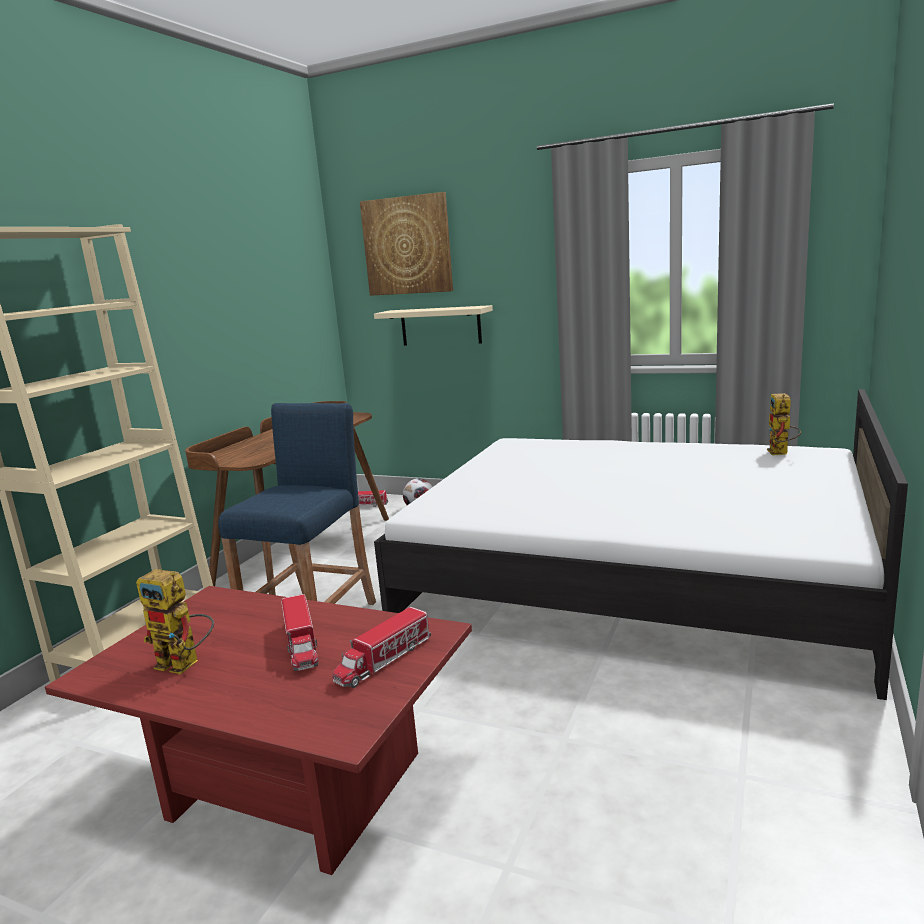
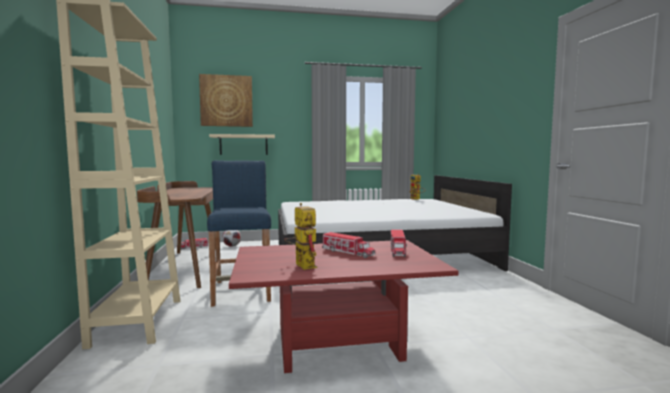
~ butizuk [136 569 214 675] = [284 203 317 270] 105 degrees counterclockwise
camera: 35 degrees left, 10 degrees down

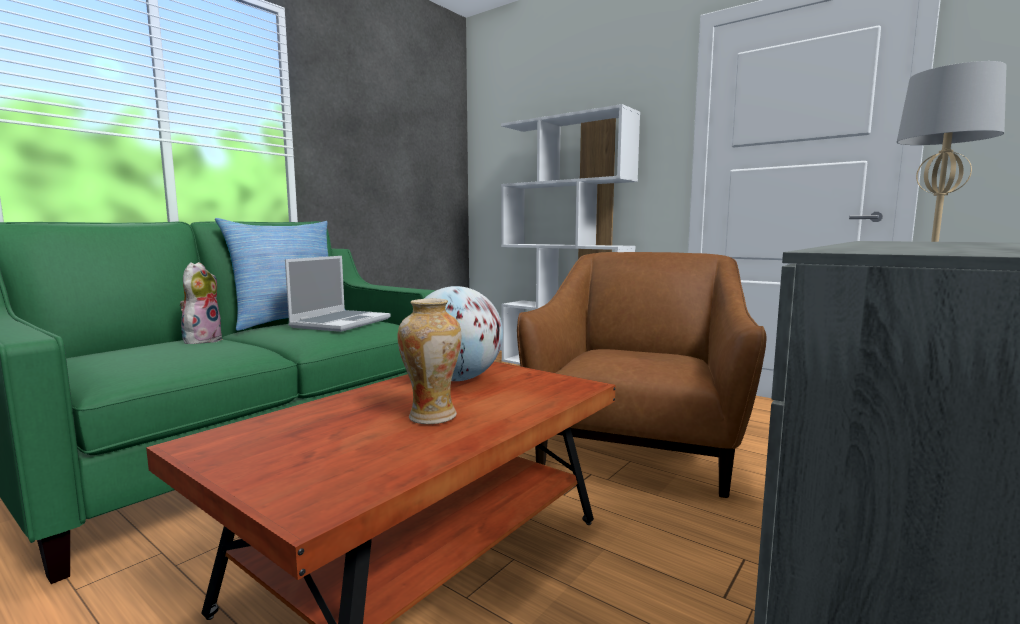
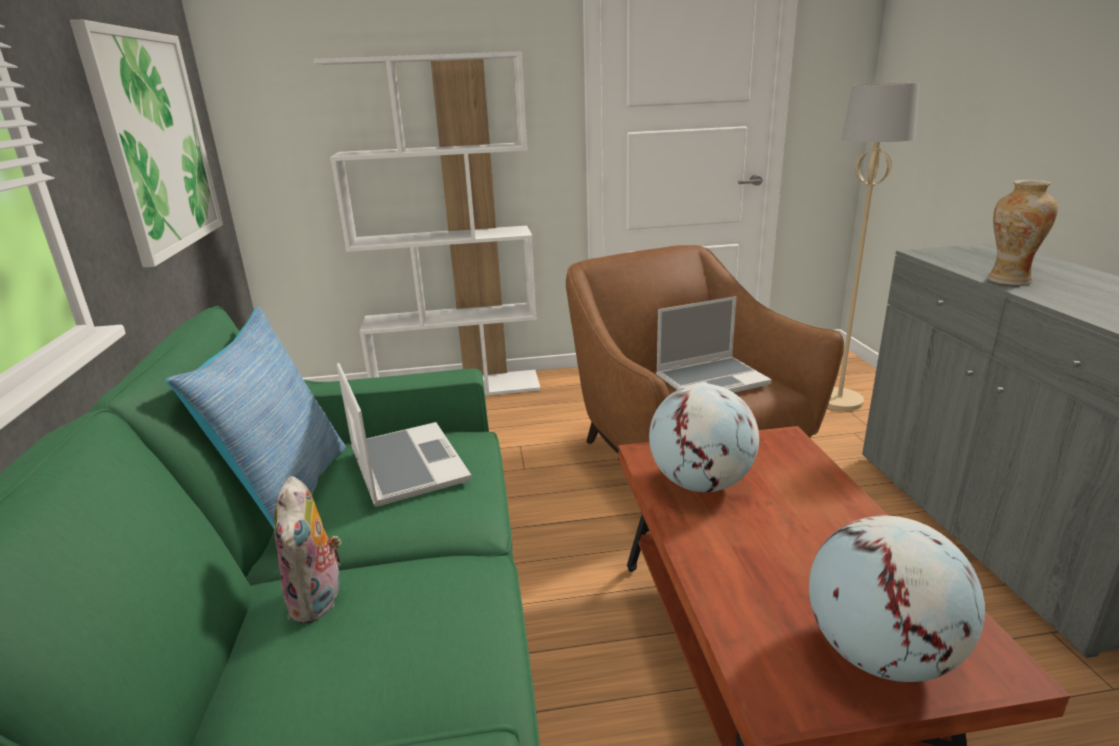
+ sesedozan [70 20 223 268]
+ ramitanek [656 296 772 393]
+ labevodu [809 516 985 682]
~ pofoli [397 298 461 424] to [988 180 1058 285]
~ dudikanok [180 262 223 344] = [274 476 345 624] 150 degrees counterclockwise
camera: 45 degrees left, 15 degrees up

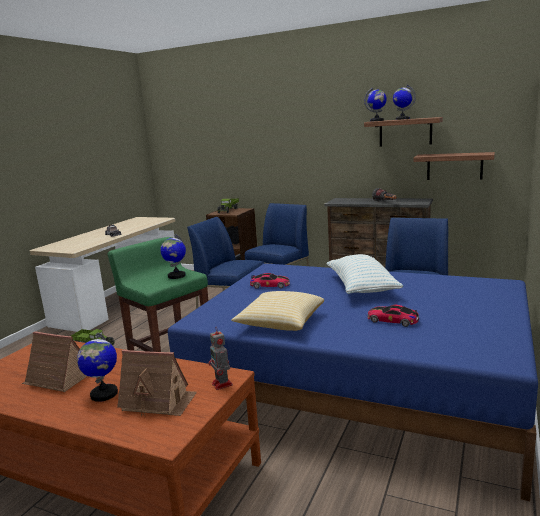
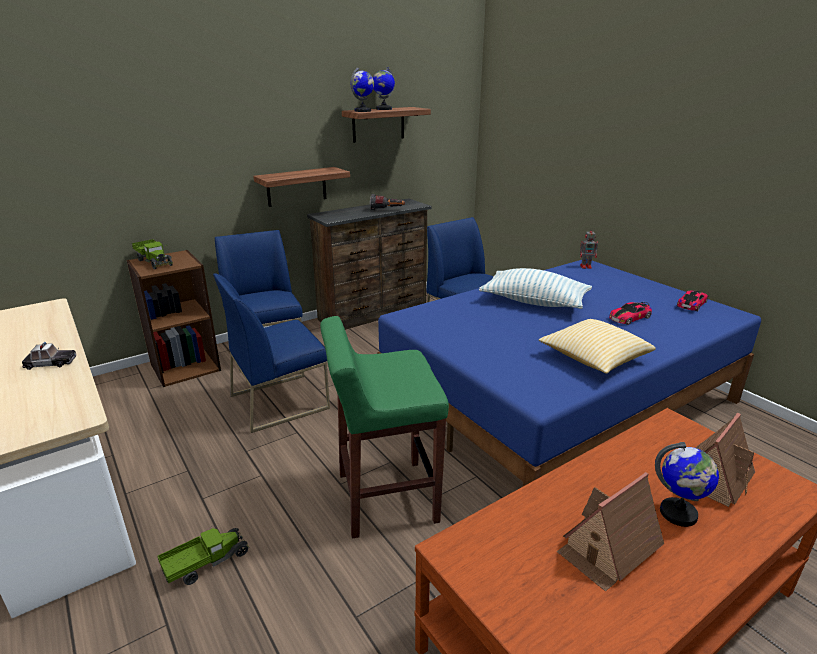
- labevodu [160 234 186 279]
~ butizuk [208 327 233 390] to [580 227 598 269]
~ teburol [250 273 290 289] to [677 290 708 311]
~ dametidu [414 152 495 180] to [253 167 350 207]
camera: 60 degrees left, 10 degrees up

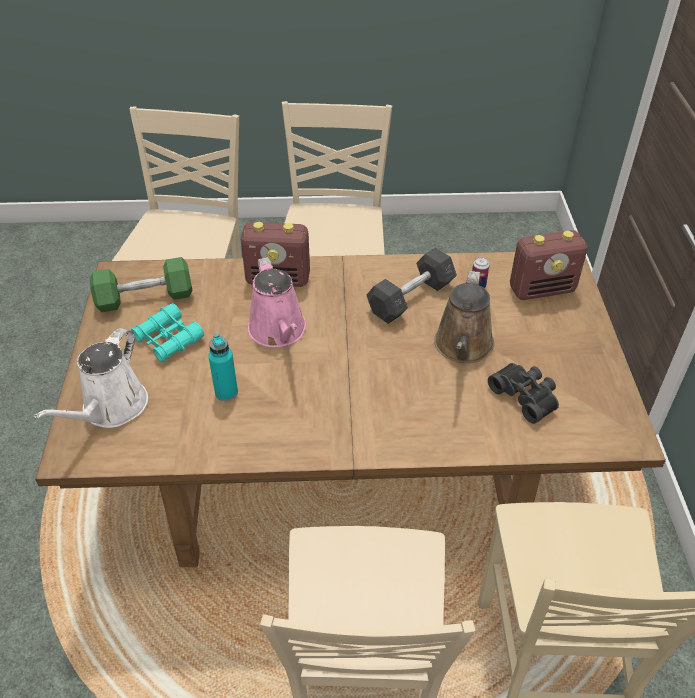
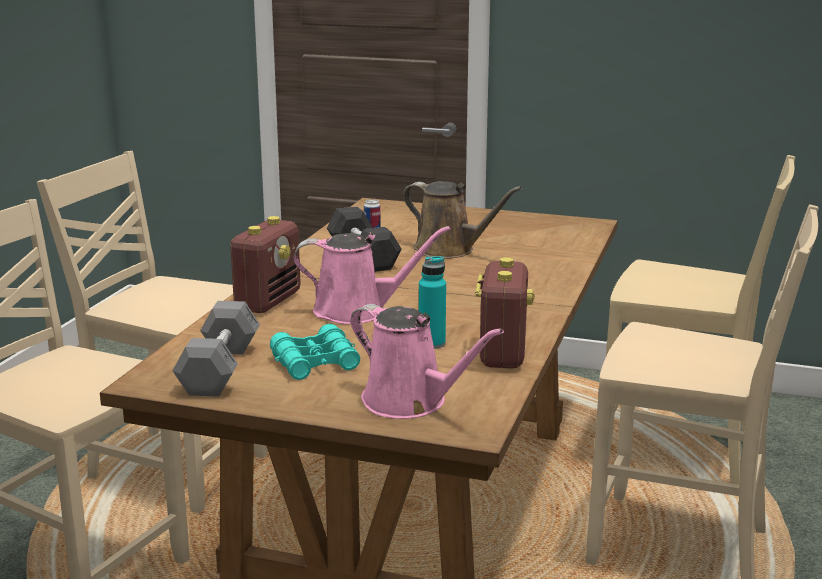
- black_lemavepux [488 363 559 424]
~ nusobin [510 230 587 300] to [475 257 535 369]
~ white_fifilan [34 328 148 428] to pink_fifilan [351 304 504 419]
~ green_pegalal [90 257 192 312] to grey_pegalal [172 301 260 397]
camera: 70 degrees left, 25 degrees down

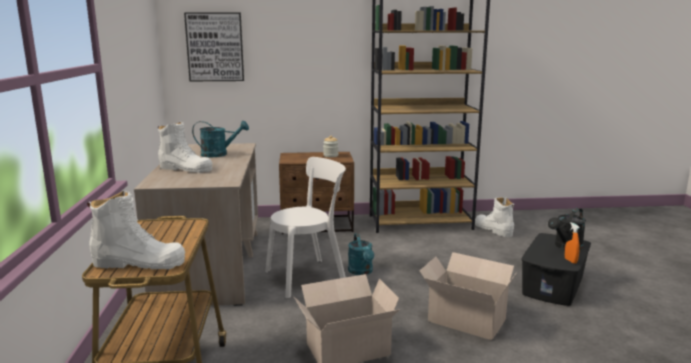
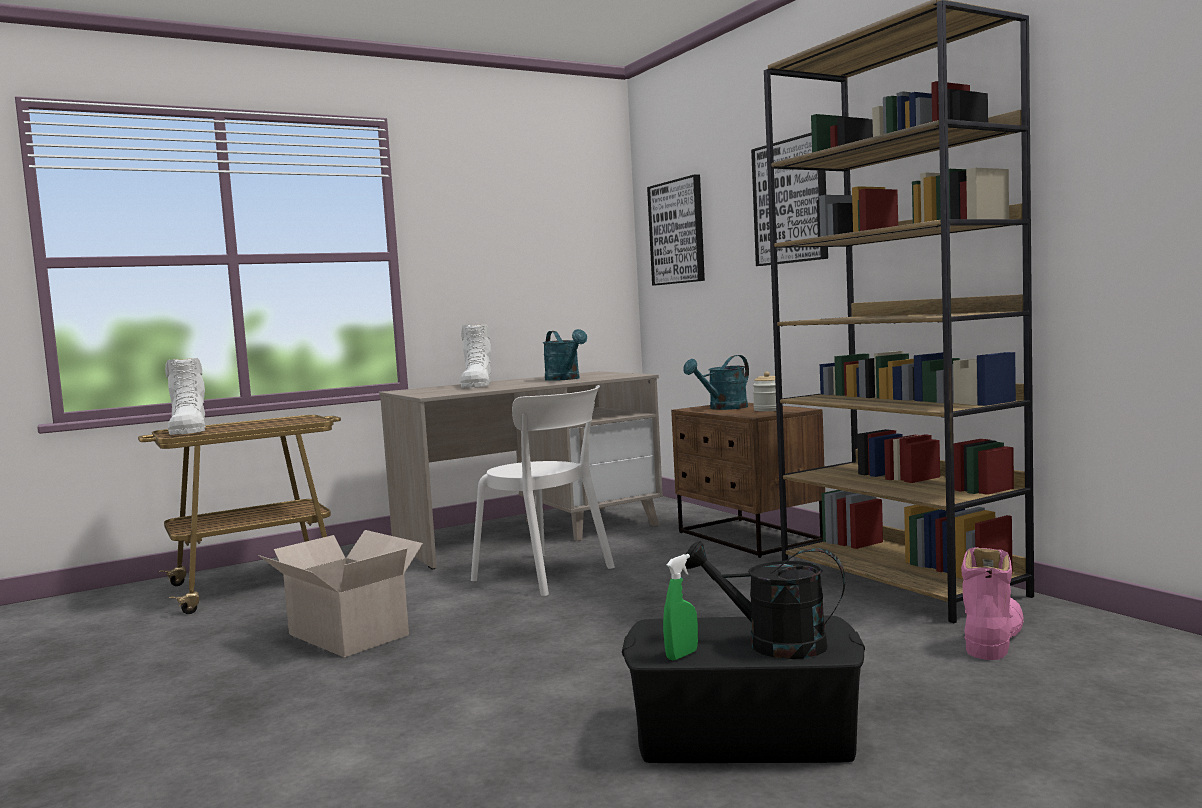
- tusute [420 252 517 340]
+ sesedozan [751 133 828 266]
~ turquoise_fifilan [348 233 374 275] to [683 355 749 410]
~ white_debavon [475 197 514 237] to pink_debavon [961 547 1024 660]
~ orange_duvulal [565 222 580 264] to green_duvulal [663 554 698 660]
camera: 65 degrees right, 10 degrees down

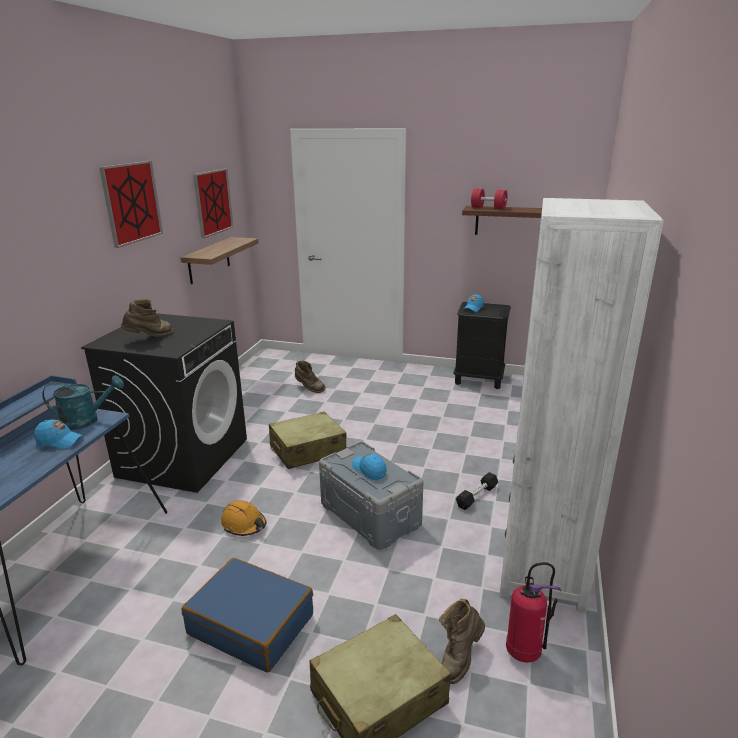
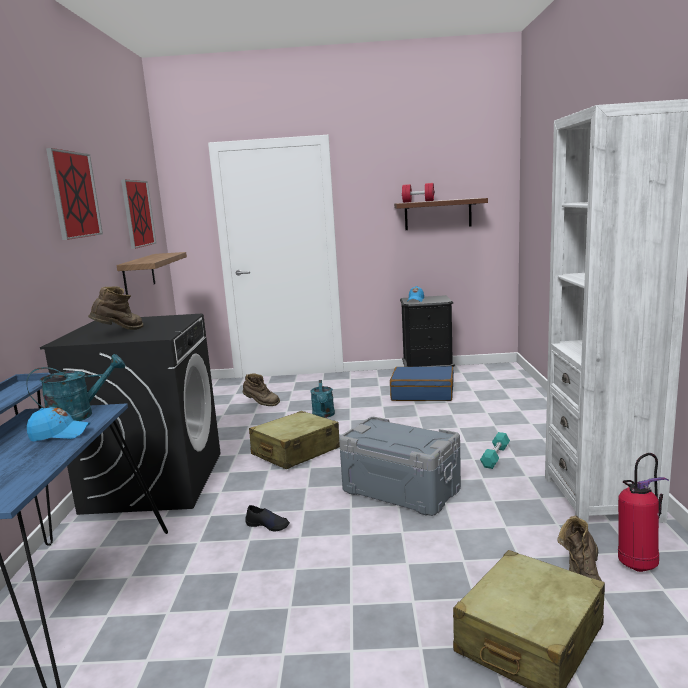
- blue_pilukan [352 453 387 480]
+ turquoise_fifilan [310 380 335 418]
~ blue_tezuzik [182 558 313 673] to [390 366 454 401]
~ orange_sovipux [221 500 266 536] to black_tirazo [245 505 290 531]
~ black_pegalal [456 472 498 510] to turquoise_pegalal [480 432 510 469]
camera: 15 degrees left, 10 degrees down

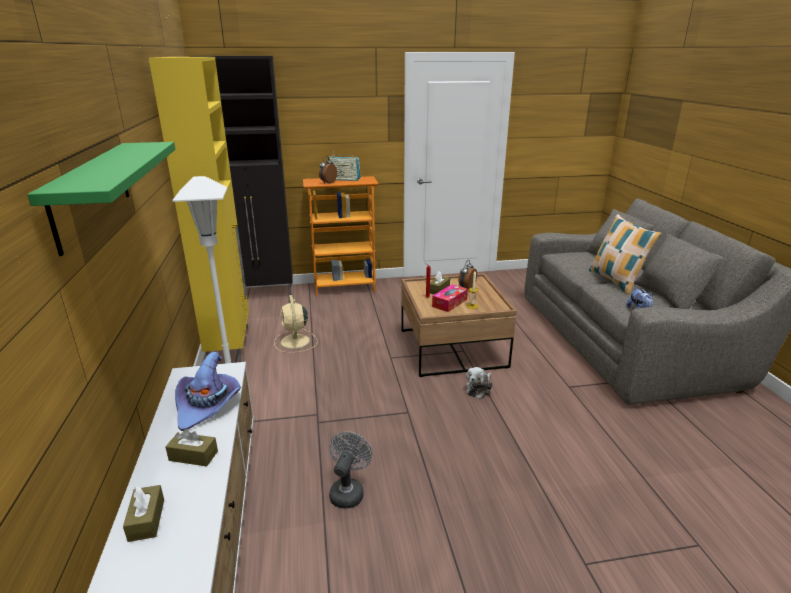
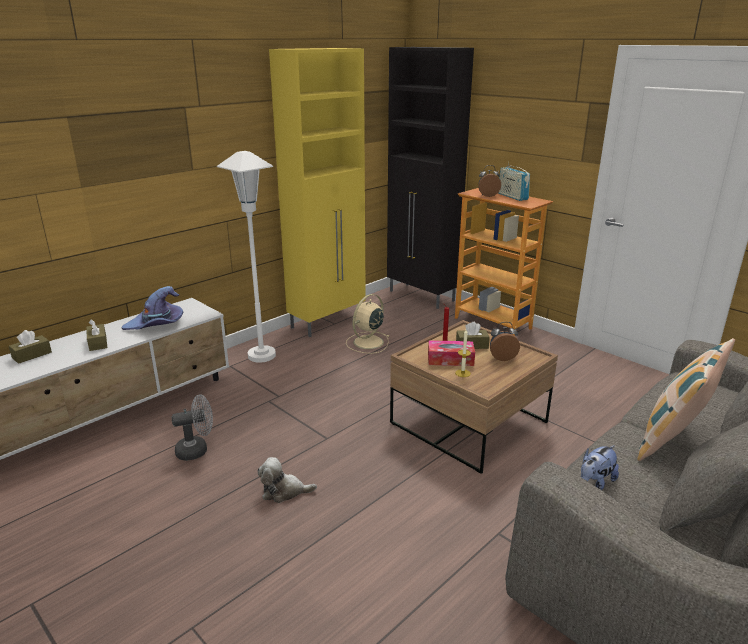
- green_dametidu [27 142 175 256]
~ dudikanok [466 367 492 399] to [258 457 317 503]
camera: 55 degrees right, 0 degrees up

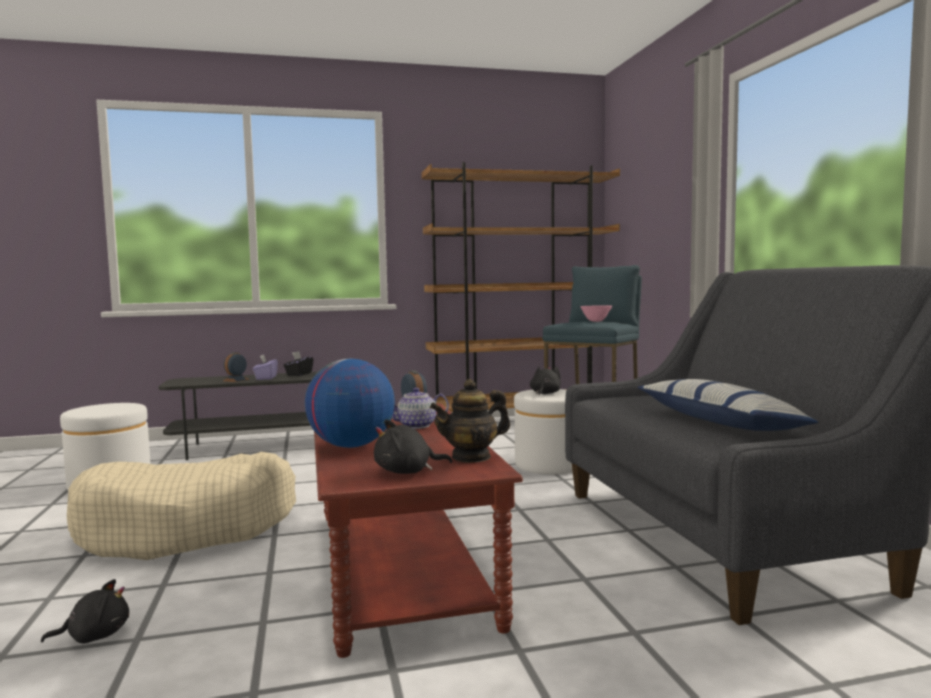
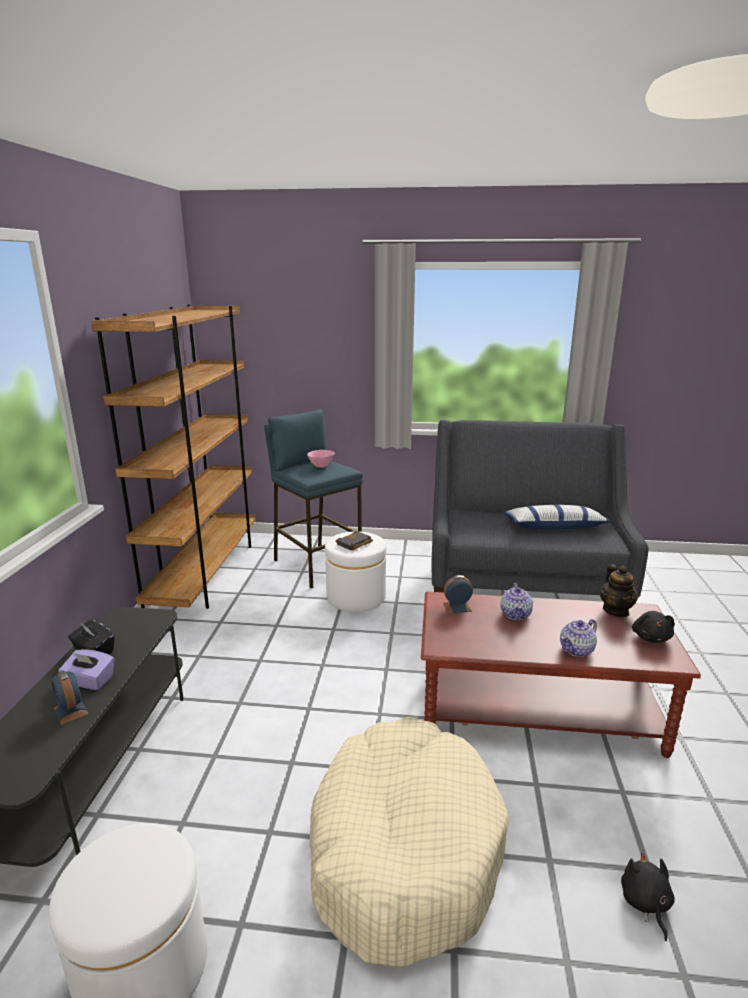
~ labevodu [305 359 395 448] to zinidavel [560 619 597 657]
~ black_dudikanok [530 366 561 396] to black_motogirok [336 531 373 551]
camera: 70 degrees left, 15 degrees up

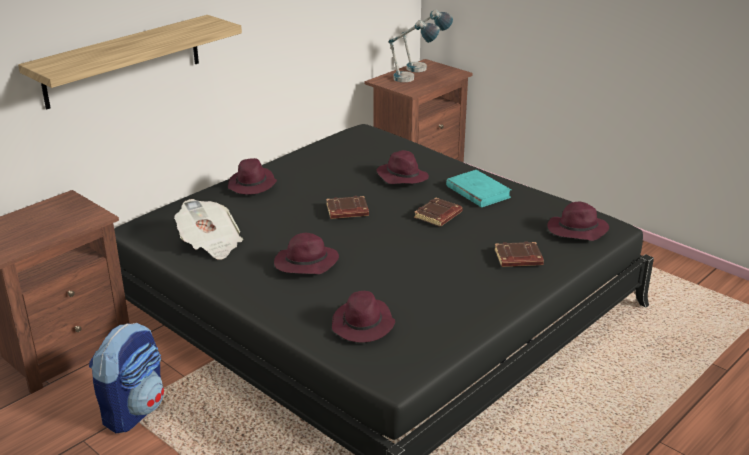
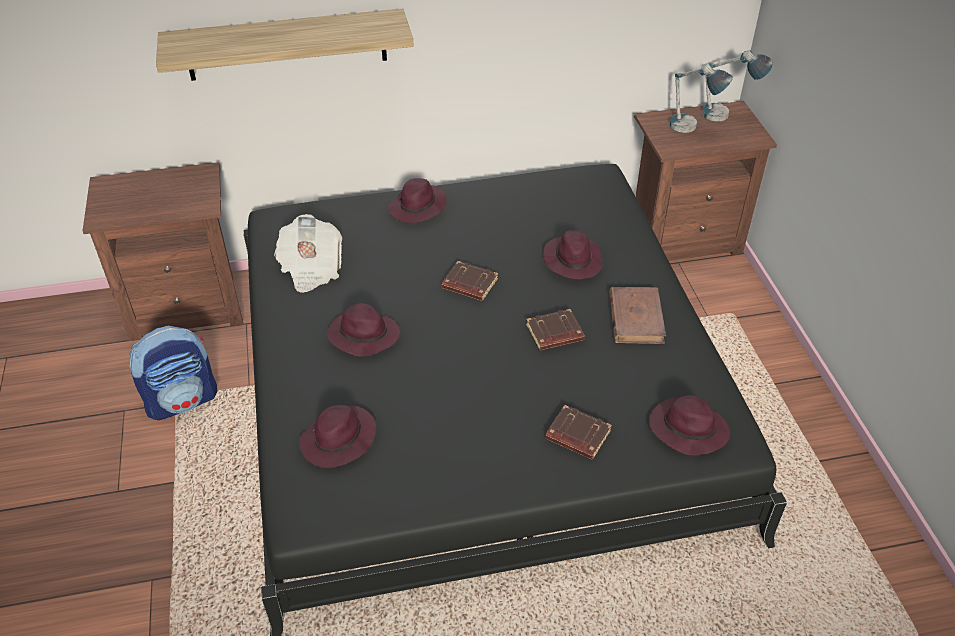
~ turquoise_motogirok [446 170 512 207] to brown_motogirok [609 287 666 344]
camera: 35 degrees right, 15 degrees up

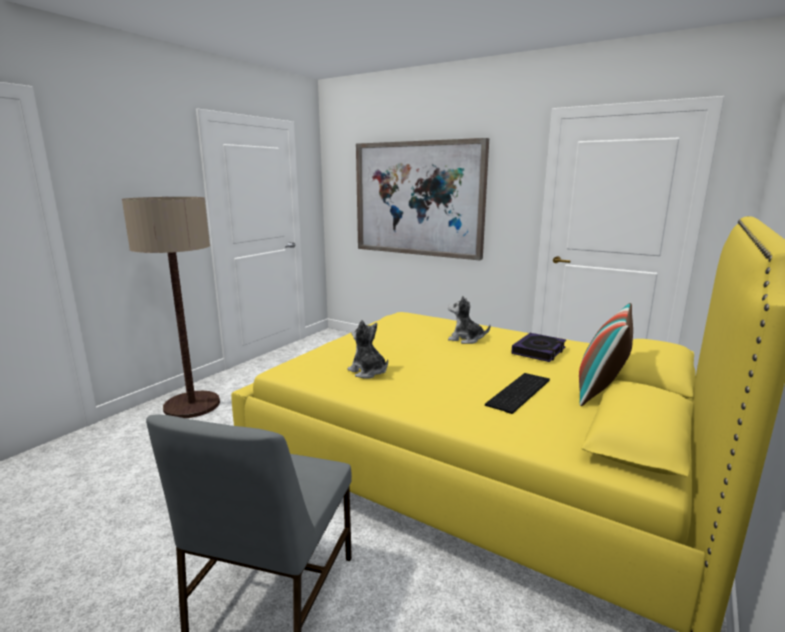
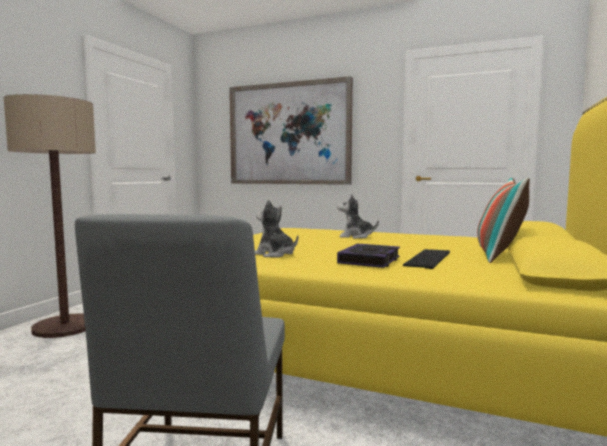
~ motogirok [512 333 566 362] to [337 243 400 268]
camera: 10 degrees left, 10 degrees down

